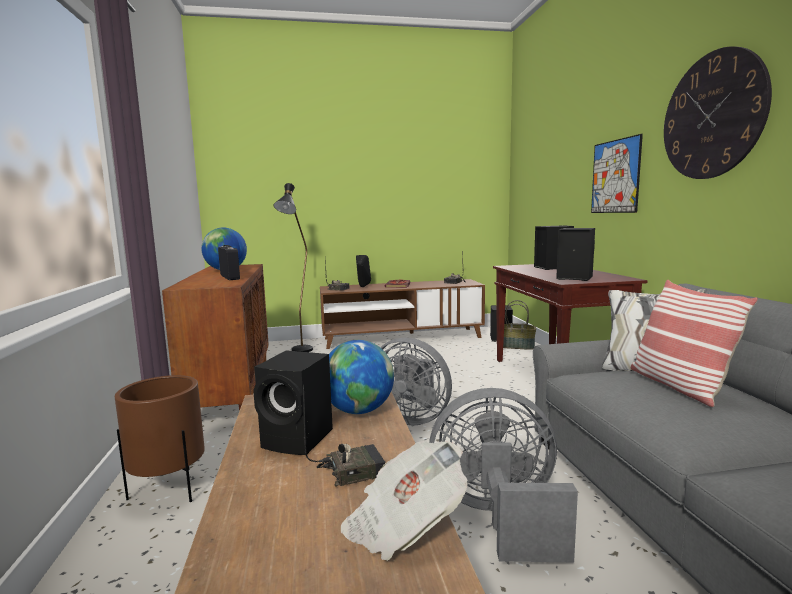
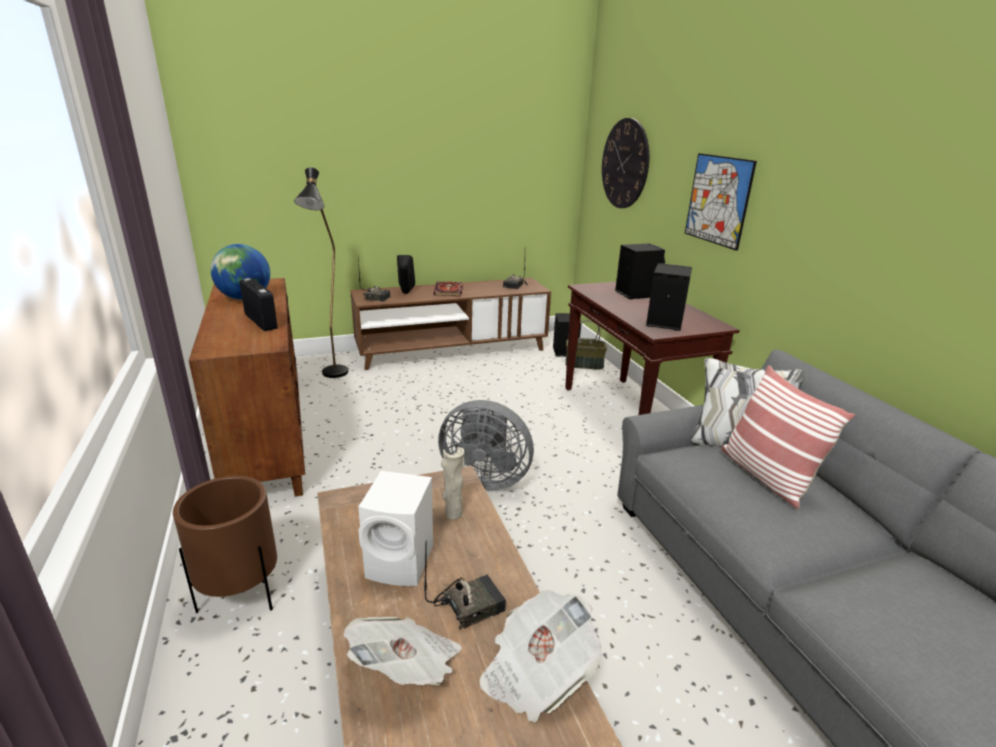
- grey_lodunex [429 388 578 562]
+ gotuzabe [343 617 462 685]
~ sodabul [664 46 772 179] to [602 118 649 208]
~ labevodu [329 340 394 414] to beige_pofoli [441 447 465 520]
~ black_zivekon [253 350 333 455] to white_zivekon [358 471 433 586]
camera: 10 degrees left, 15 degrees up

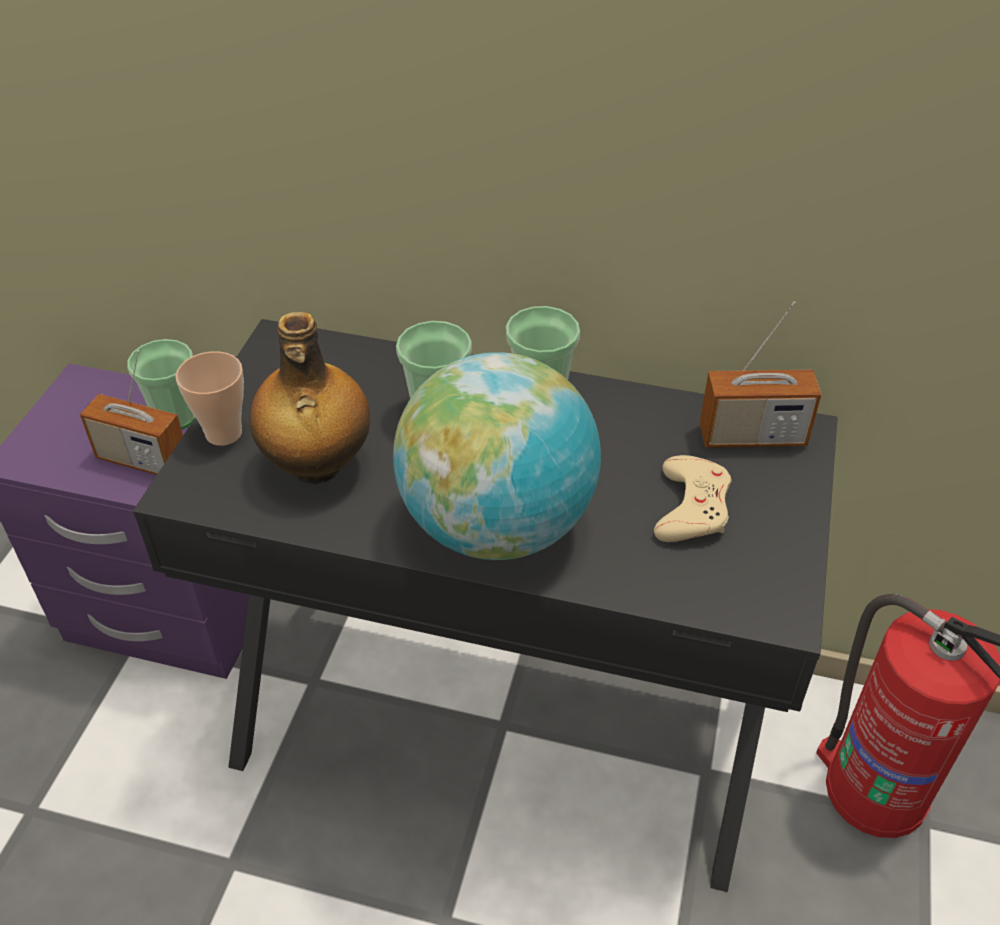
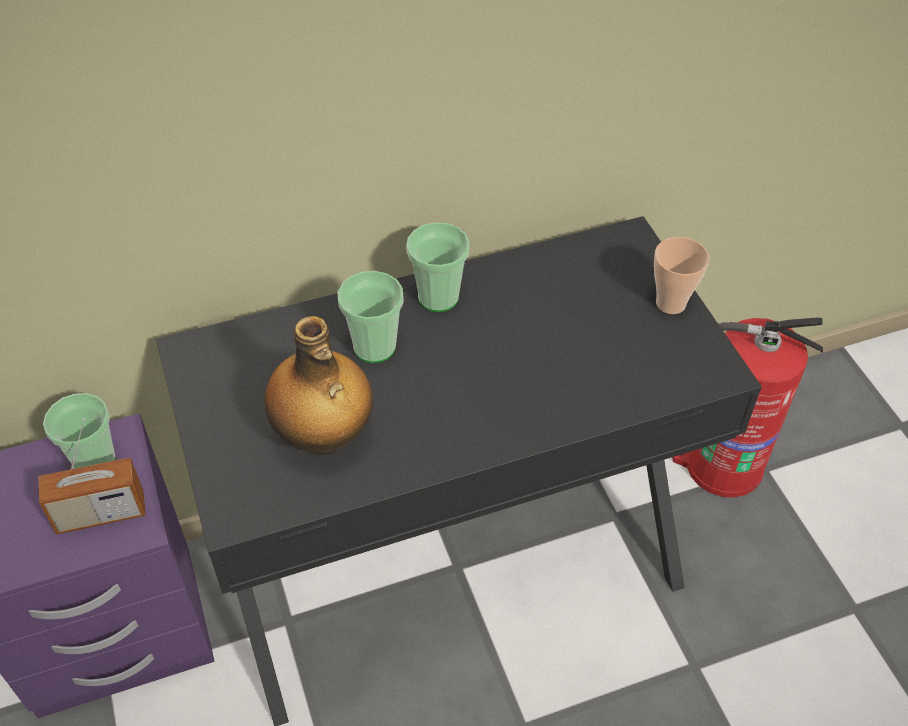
- labevodu [393 352 601 560]
- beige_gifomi [654 455 731 542]
- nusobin [700 301 821 447]
~ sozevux [176 351 244 446] to [654 237 709 314]
camera: 35 degrees left, 5 degrees up

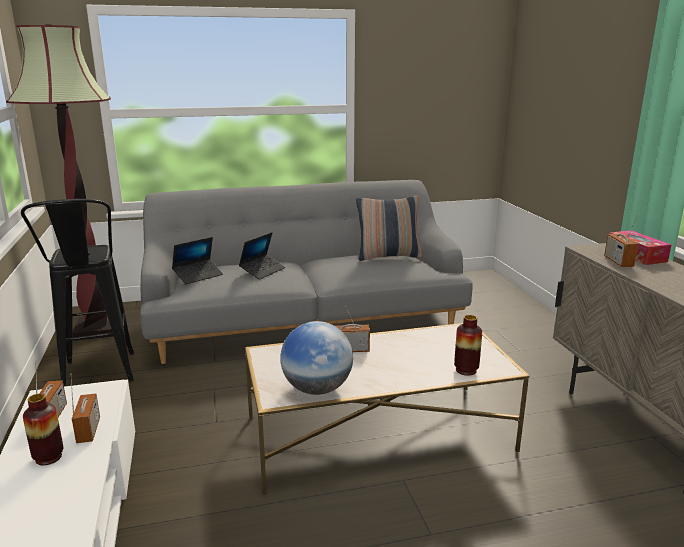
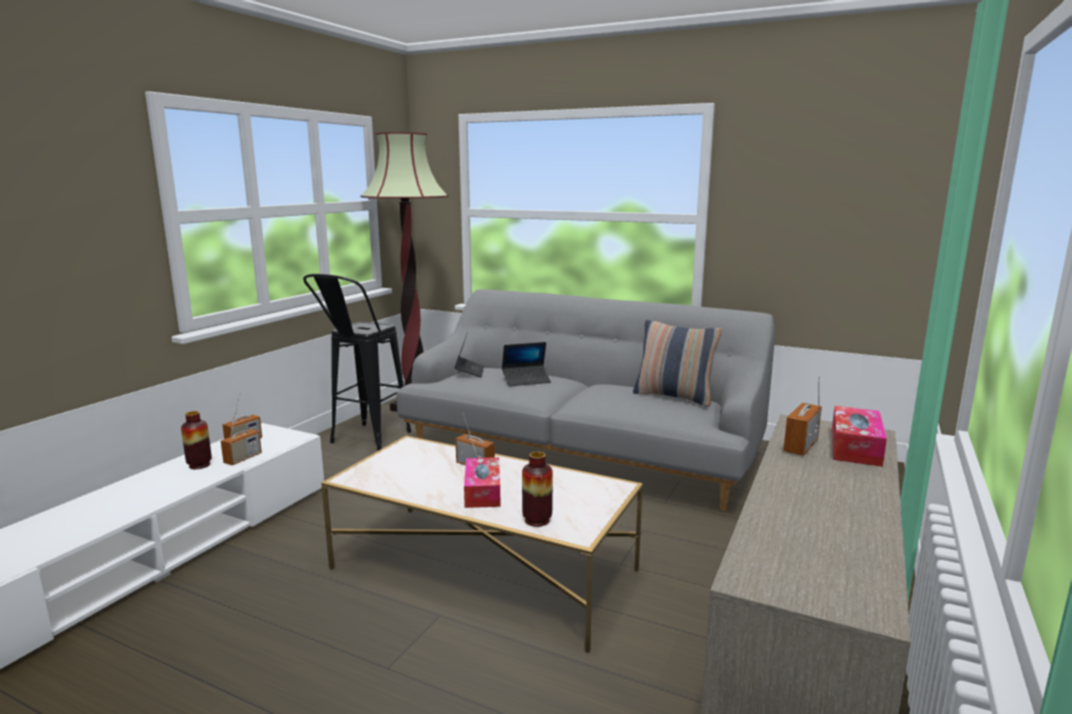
- labevodu [280 321 353 395]
+ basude [464 457 501 508]
~ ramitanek [172 237 223 284] = [455 332 484 378] 90 degrees counterclockwise
camera: 40 degrees right, 5 degrees down

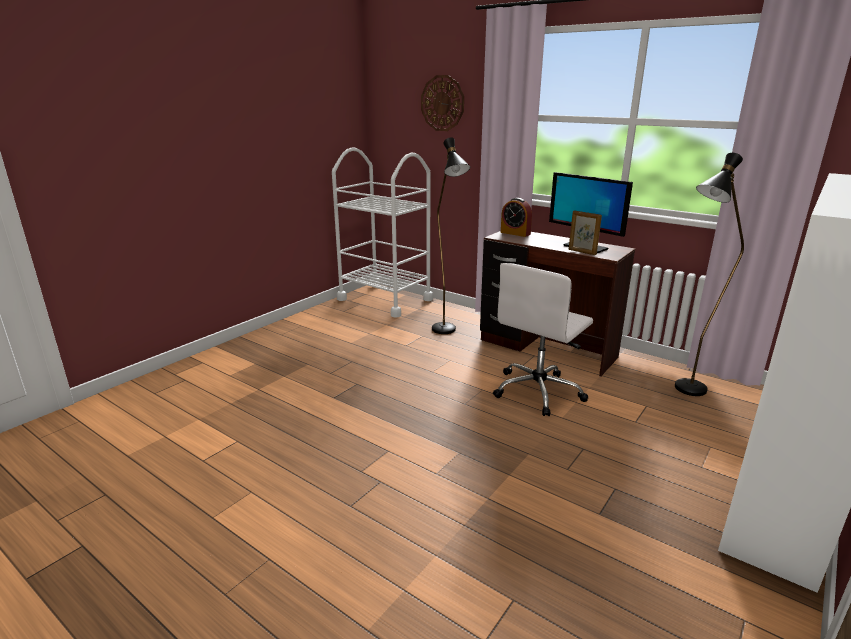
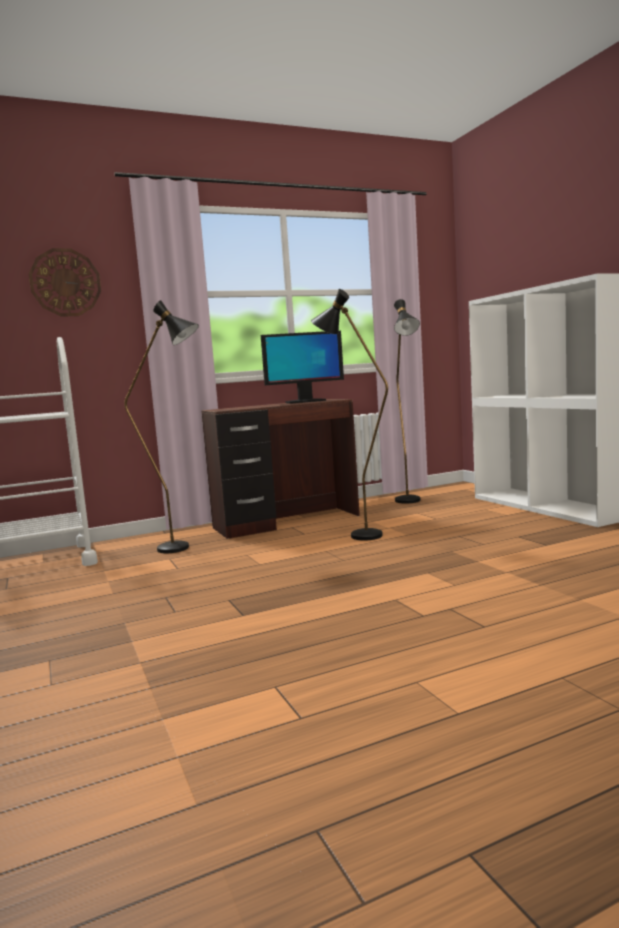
- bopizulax [501 198 532 237]
- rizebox [569 210 602 255]
~ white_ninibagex [493 263 593 416] to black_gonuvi [311 289 388 541]
camera: 60 degrees left, 15 degrees down

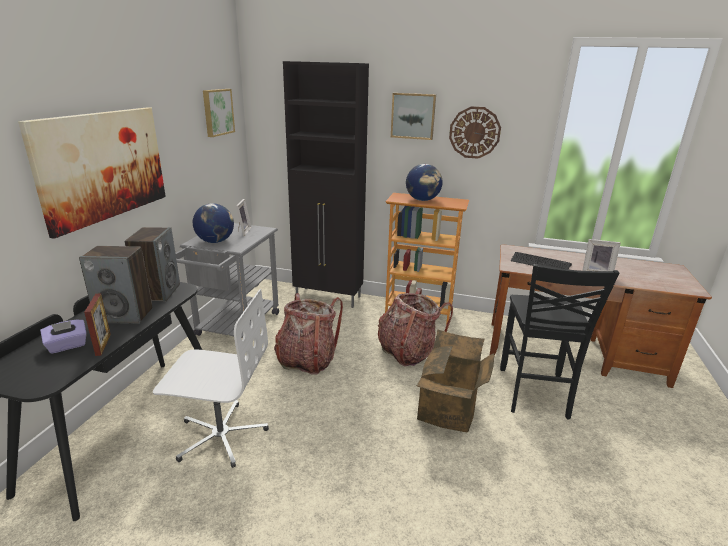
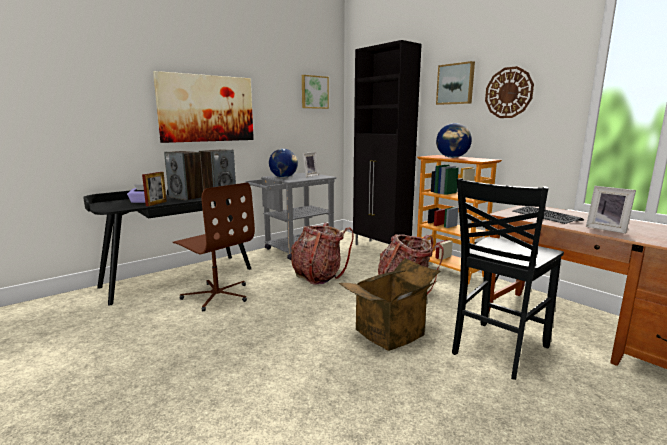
~ white_ninibagex [153 289 269 468] to brown_ninibagex [173 183 255 311]
camera: 35 degrees right, 10 degrees down

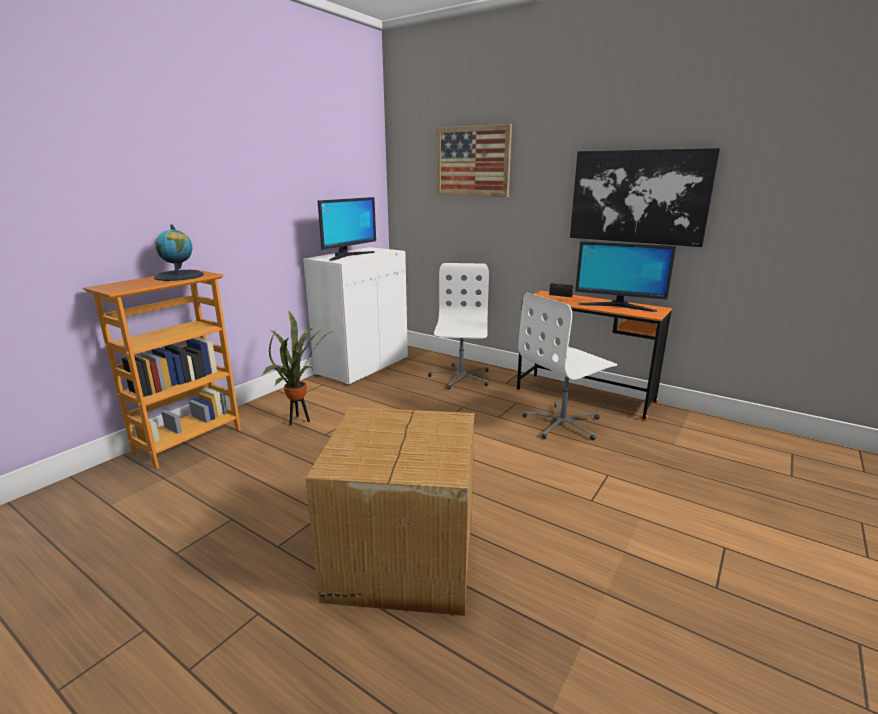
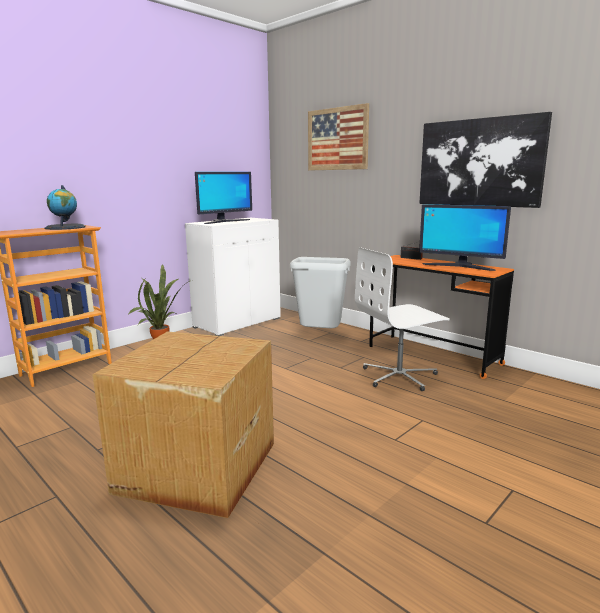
~ white_ninibagex [428 263 489 390] to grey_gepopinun [290 257 351 328]
camera: 10 degrees right, 5 degrees down

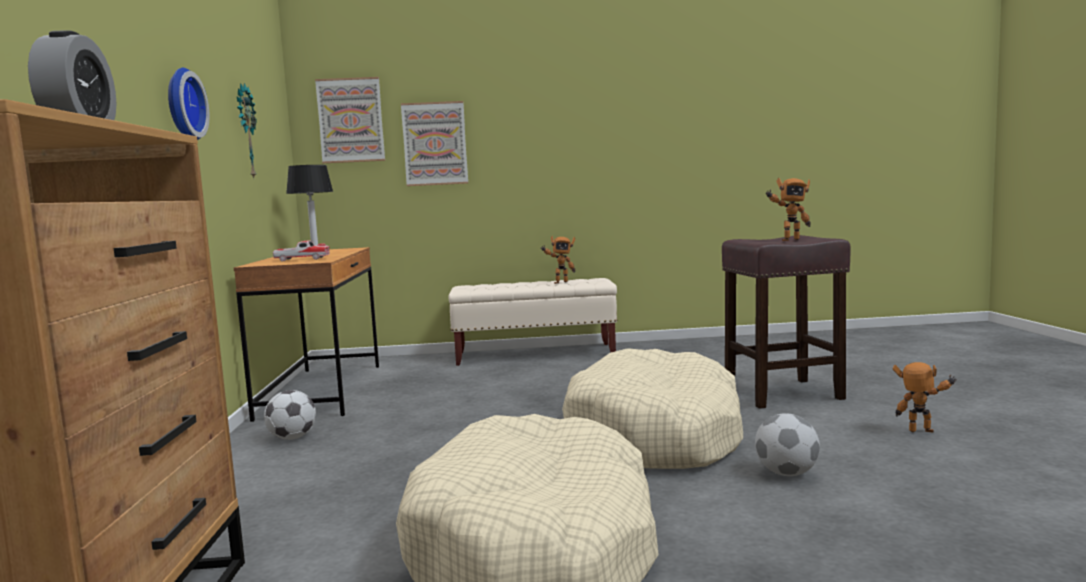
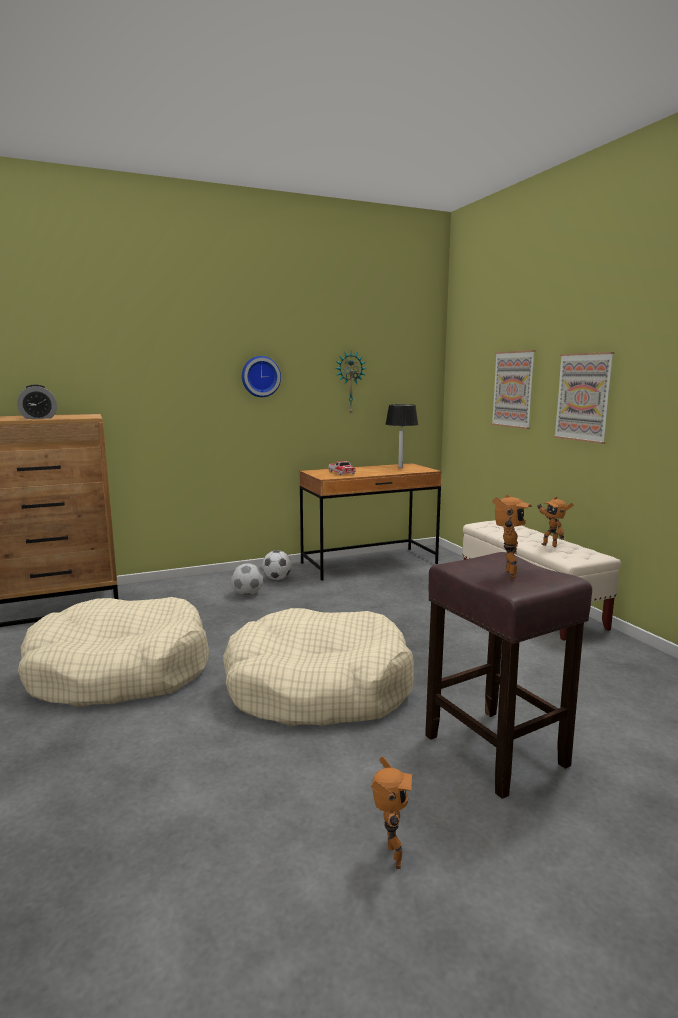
~ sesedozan [315 77 385 163] to [553 352 614 444]
~ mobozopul [755 413 820 476] to [231 563 263 595]
~ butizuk [766 178 810 241] = [492 495 532 580] 135 degrees counterclockwise
camera: 70 degrees right, 5 degrees up

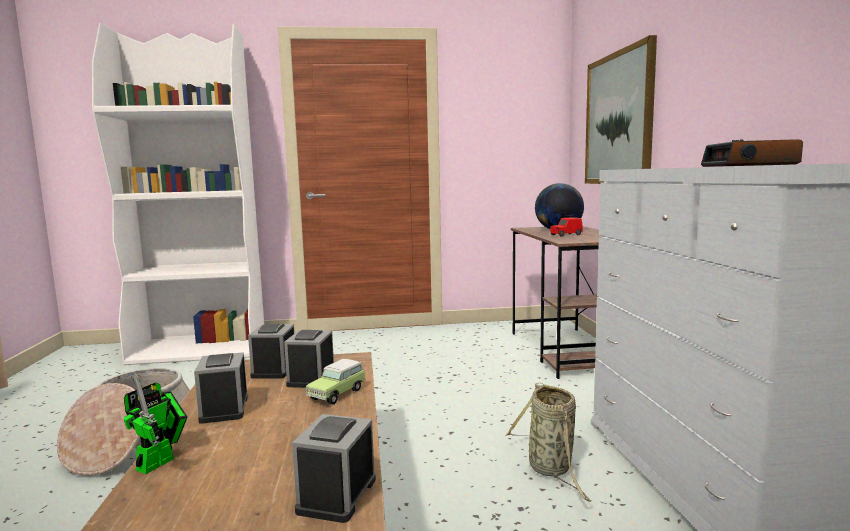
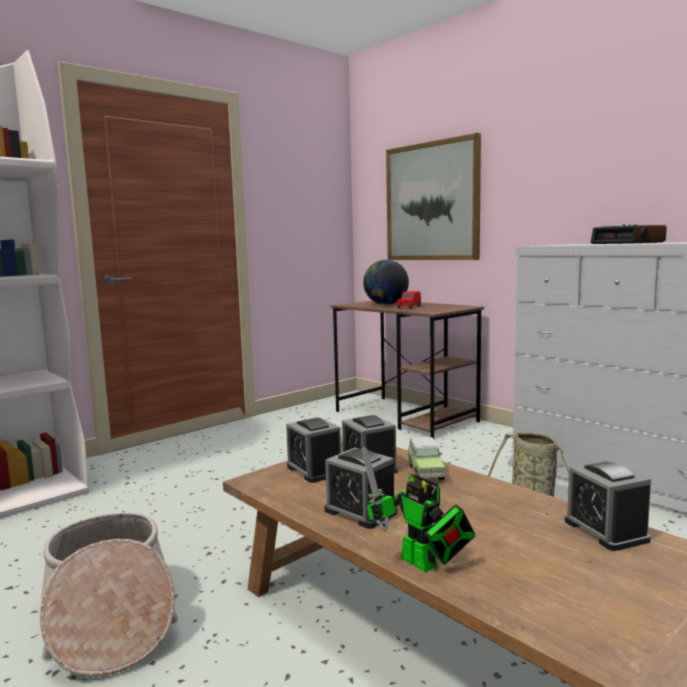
~ butizuk [124 374 187 474] = [362 446 475 573] 150 degrees clockwise
camera: 35 degrees left, 0 degrees up

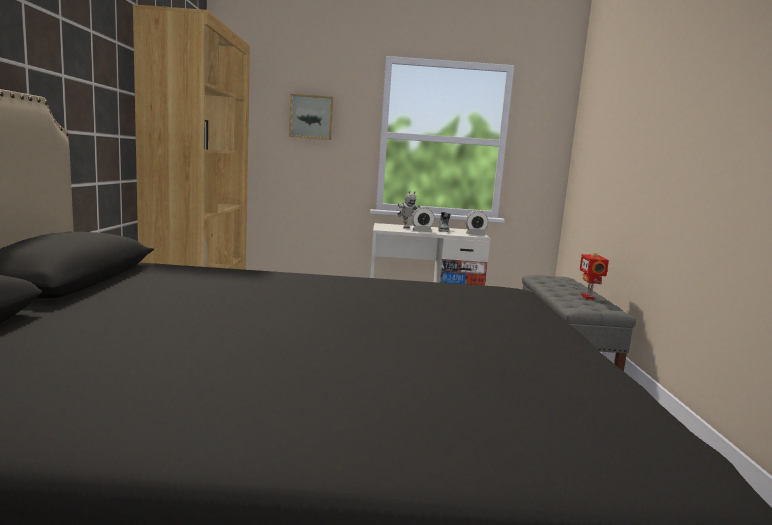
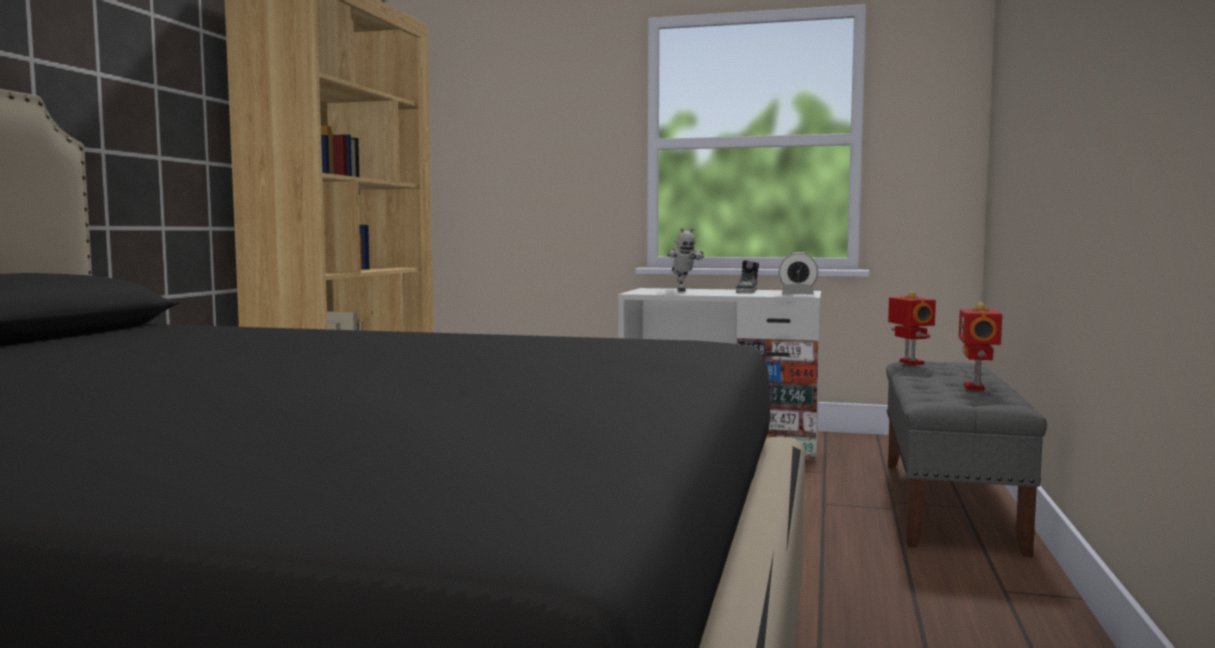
- sesedozan [289 94 333 140]
- bopizulax [412 207 435 232]
+ butizuk [888 291 936 365]
camera: 15 degrees right, 5 degrees down

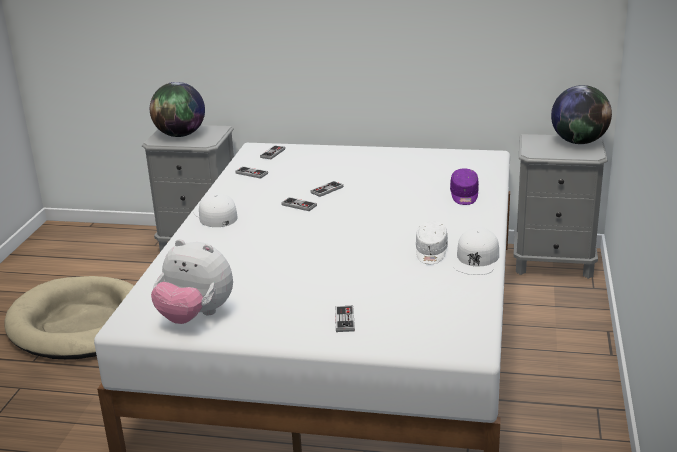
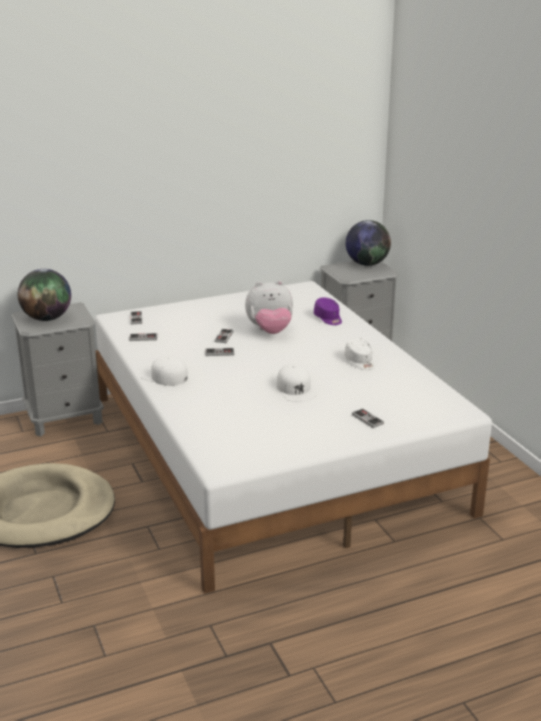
~ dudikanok [151 239 233 324] to [245 281 293 334]
~ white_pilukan [454 227 499 275] to [276 363 316 402]
camera: 35 degrees left, 0 degrees up

